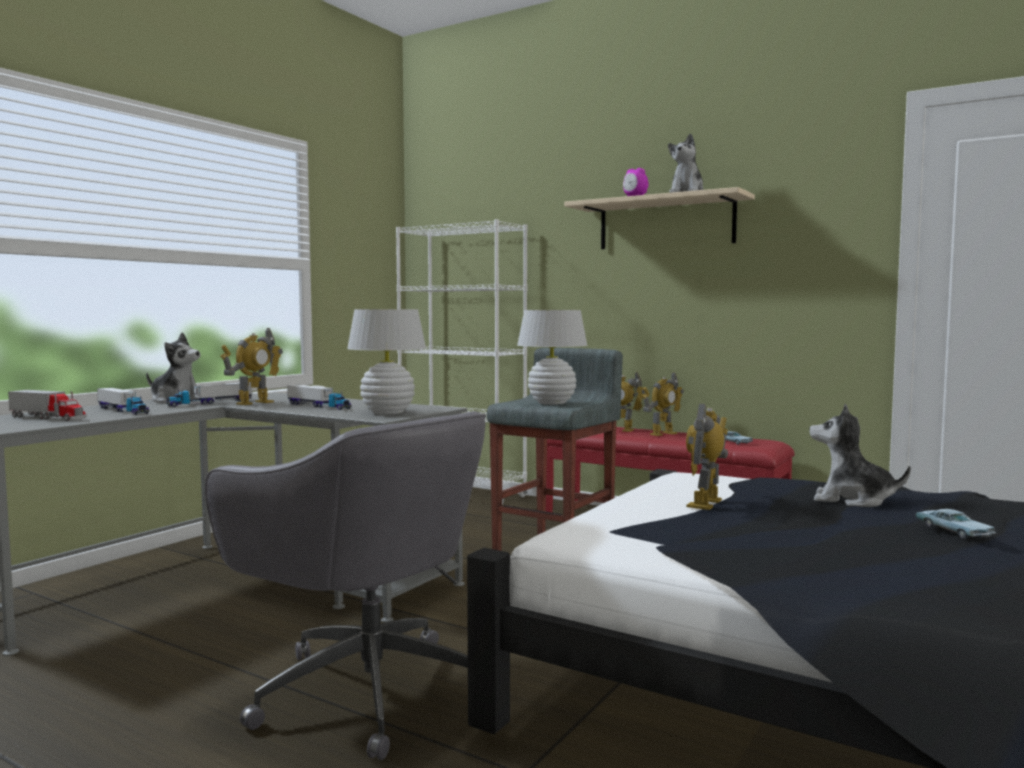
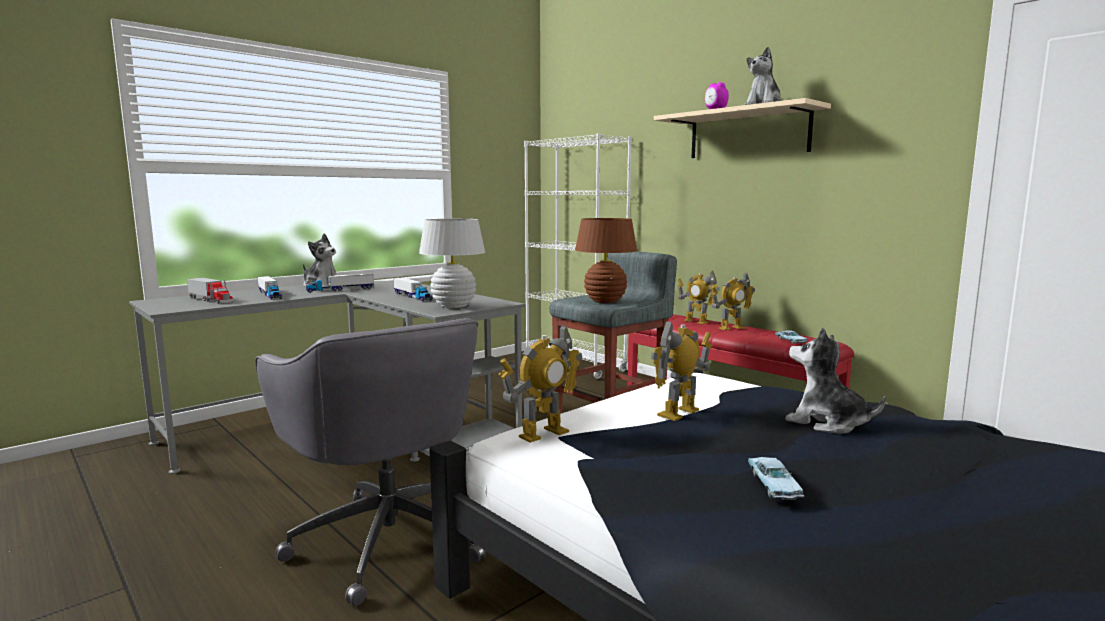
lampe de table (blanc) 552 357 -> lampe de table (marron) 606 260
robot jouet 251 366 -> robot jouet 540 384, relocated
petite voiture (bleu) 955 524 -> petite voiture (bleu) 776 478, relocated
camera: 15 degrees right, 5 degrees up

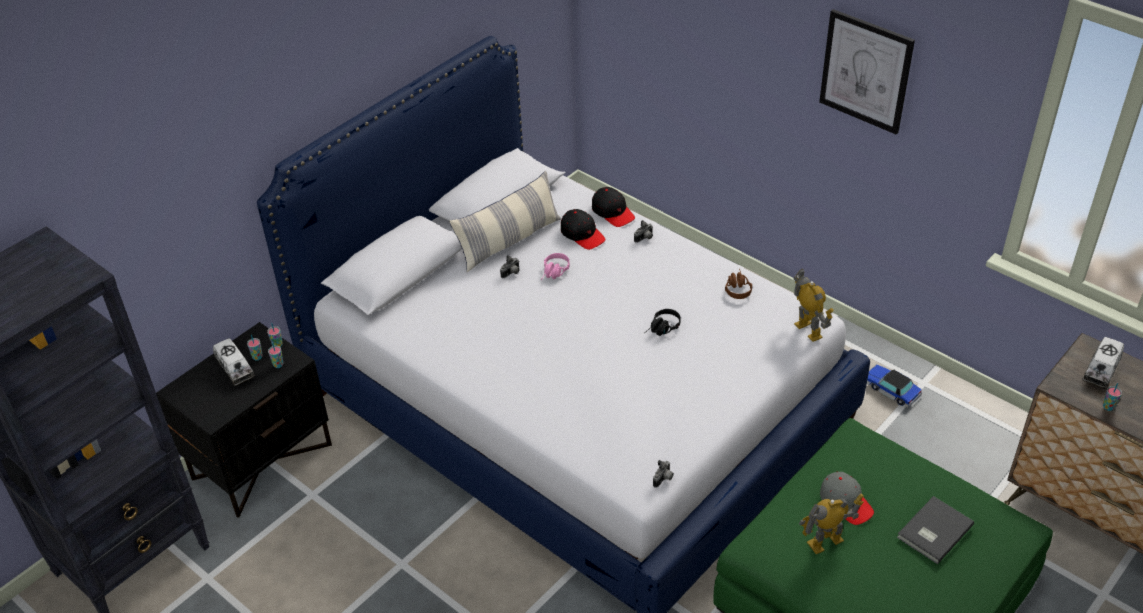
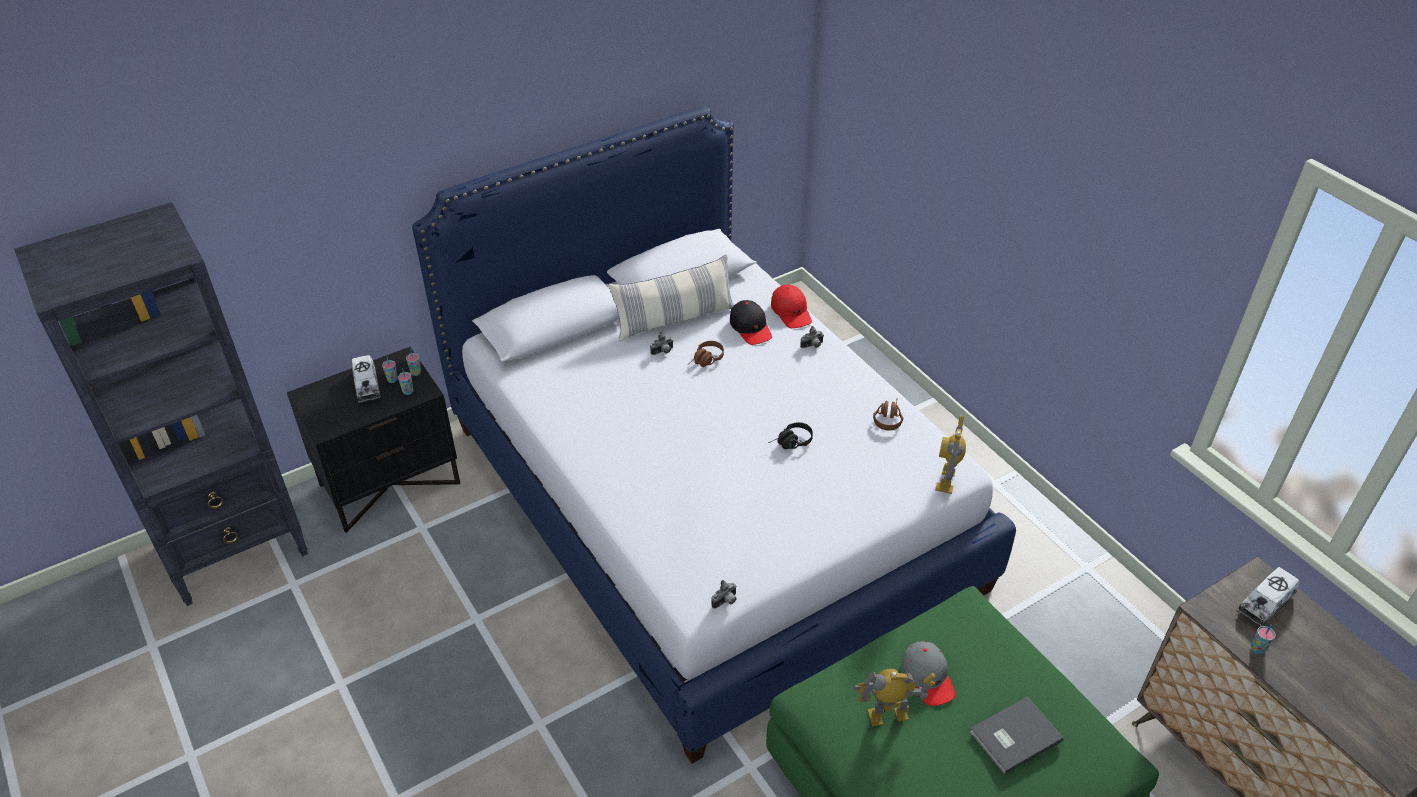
tableau 867 71 -> none
casquette (noir) 613 207 -> casquette (rouge) 791 307
casque audio (rose) 555 266 -> casque audio (marron) 705 354
robot jouet 814 305 -> robot jouet 950 454, 150 degrees counterclockwise
petite voiture 894 386 -> none
camera: 15 degrees right, 0 degrees up

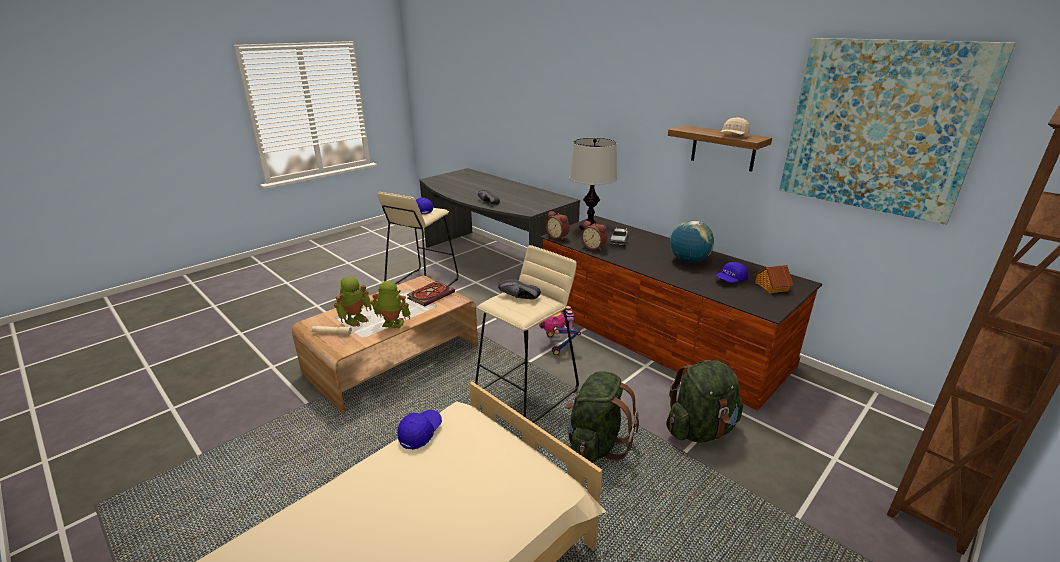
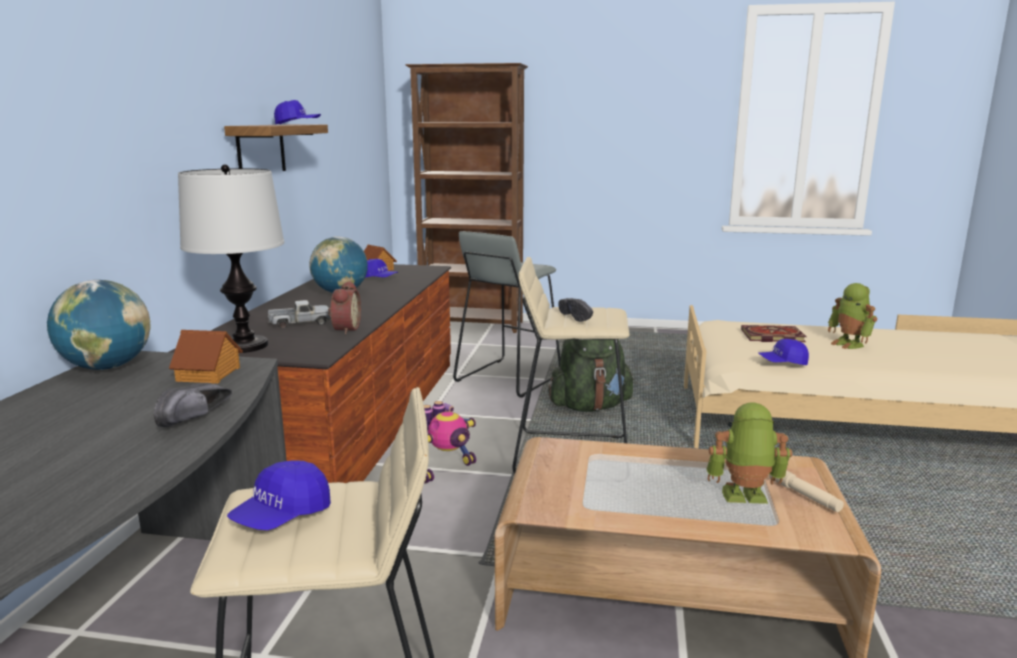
tableau 897 131 -> none
casquette (beige) 735 126 -> casquette (bleu) 297 112
réveil 558 225 -> none
robot jouet 391 304 -> robot jouet 852 316, relocated
livre 431 293 -> livre 773 333, relocated
sac à dos (vert) 704 401 -> tabouret (gris) 506 314
none -> globe 98 325
none -> maison miniature 206 357
camera: 125 degrees left, 10 degrees down

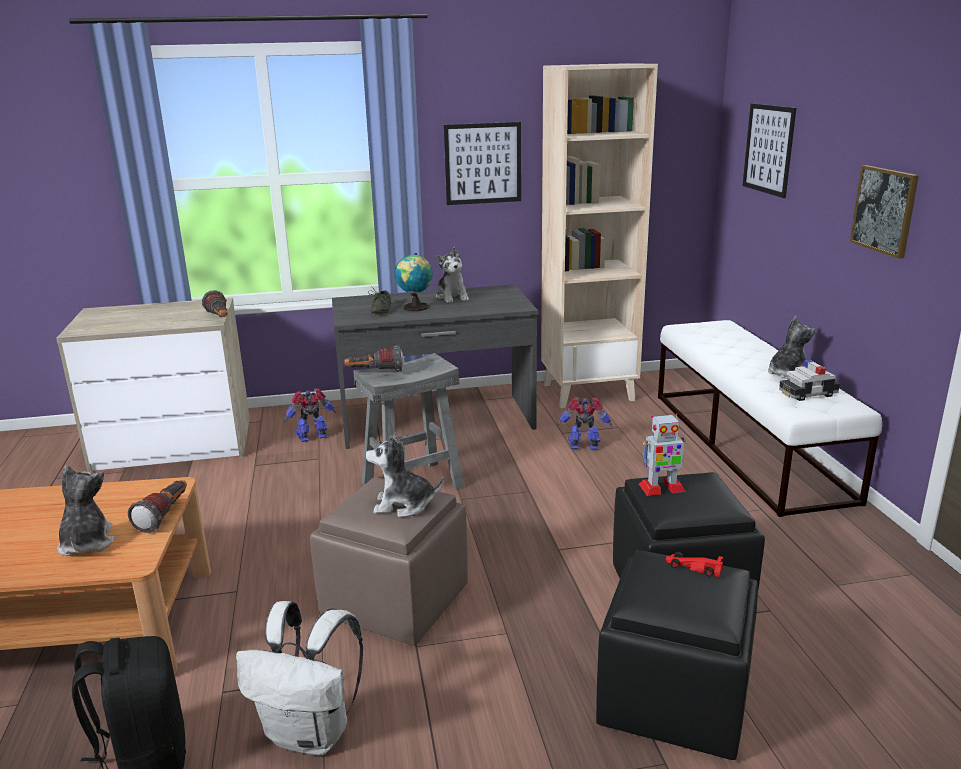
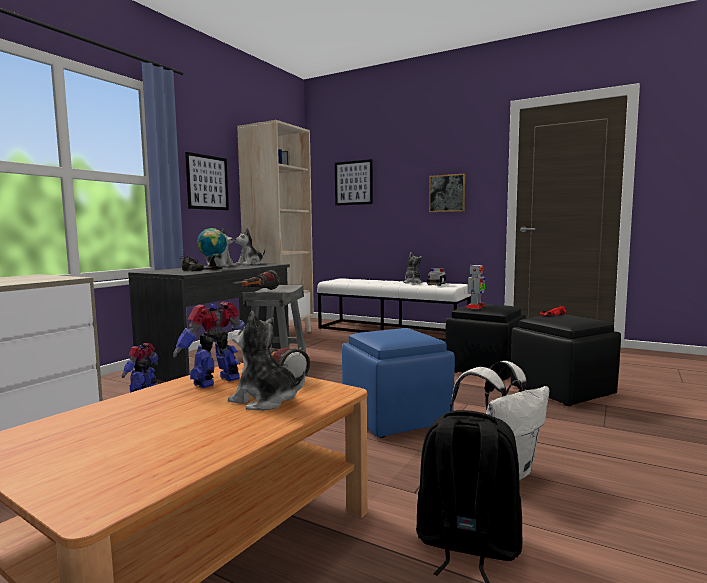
lampe de poche 215 303 -> none
robot jouet 584 423 -> robot jouet 209 345, relocated
peluche 405 475 -> peluche 250 246, relocated
pouf (marron) 389 561 -> pouf (bleu) 398 383
camera: 50 degrees left, 15 degrees down

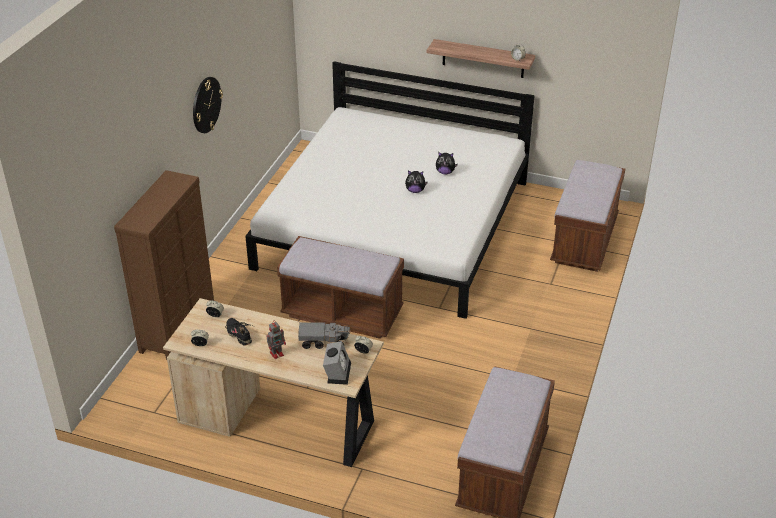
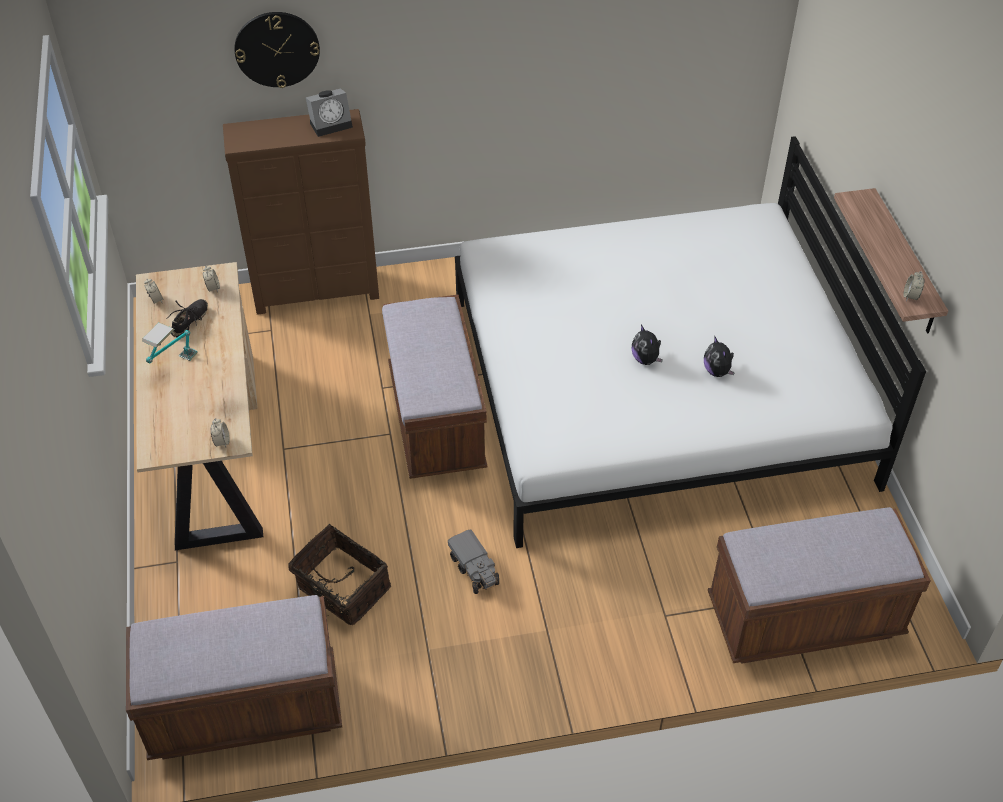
horloge murale 208 105 -> horloge murale 277 50, relocated
robot jouet 276 340 -> lampe de table 170 342
camion jouet 324 335 -> camion jouet 473 562, relocated
réveil 337 363 -> réveil 329 112, relocated
none -> panier 339 574
camera: 60 degrees right, 10 degrees up

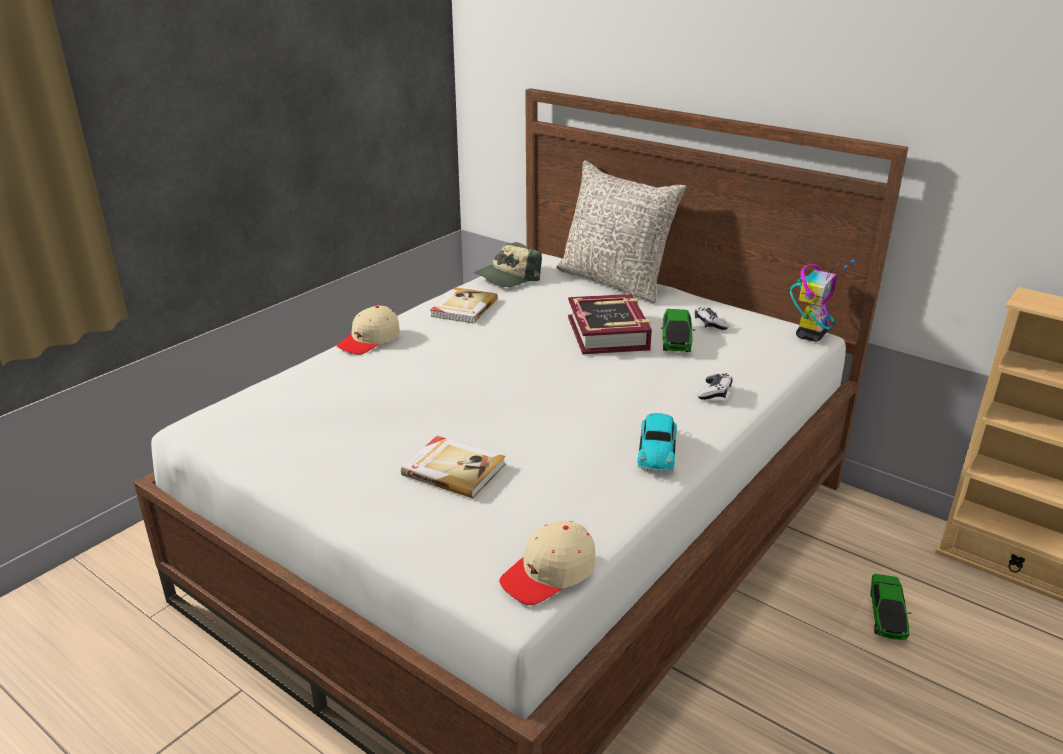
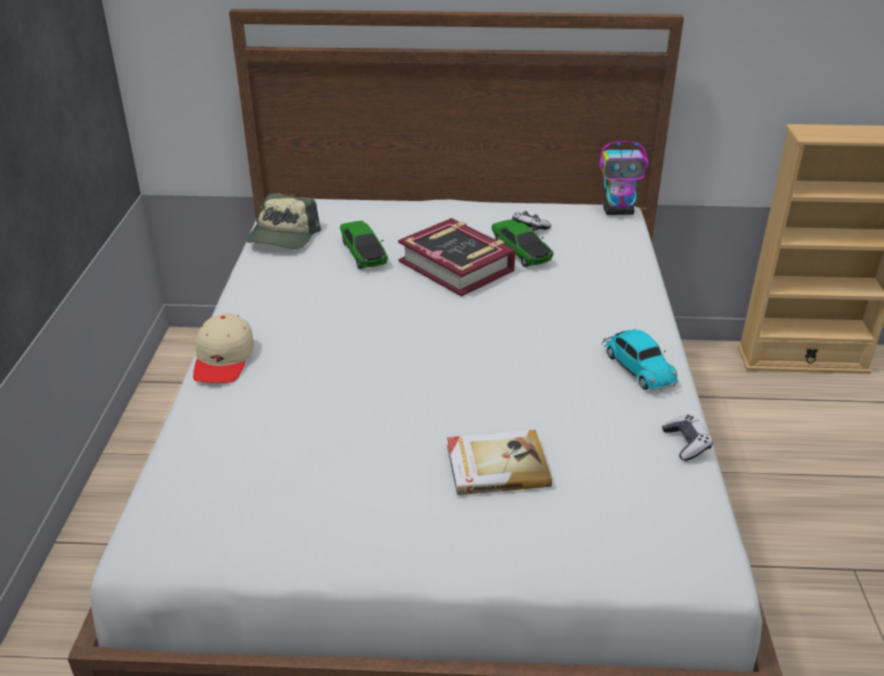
coussin (gris) 621 231 -> none
robot jouet 822 300 -> robot jouet 624 178, 90 degrees clockwise
livre 464 305 -> none
manette 715 386 -> manette 687 438, relocated
casquette (beige) 547 562 -> none
petite voiture 891 607 -> petite voiture 364 245, relocated
camera: 35 degrees left, 5 degrees up

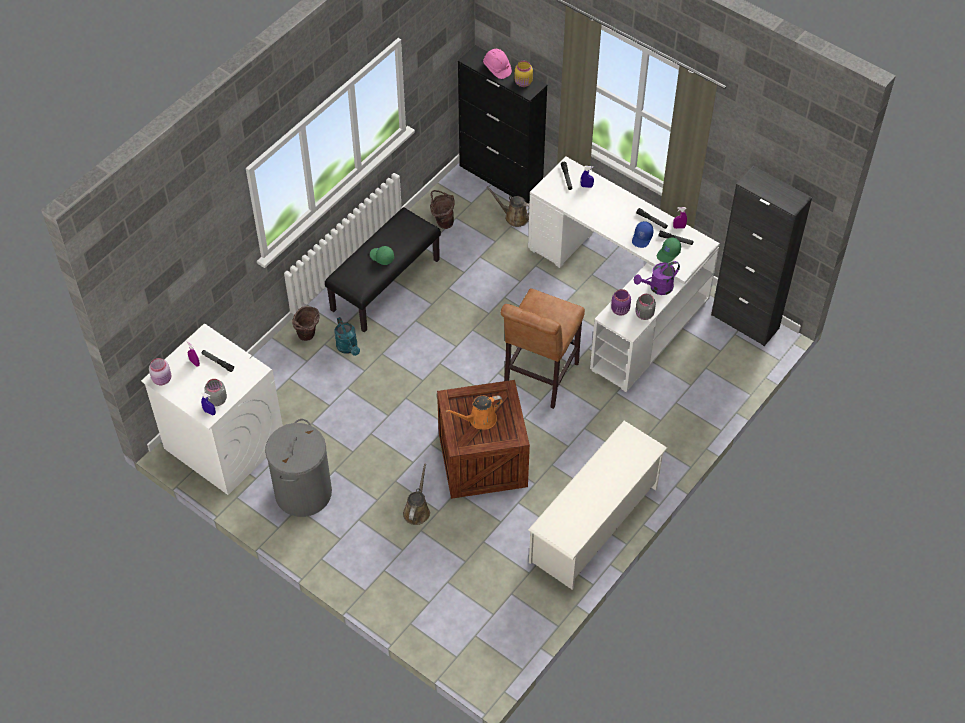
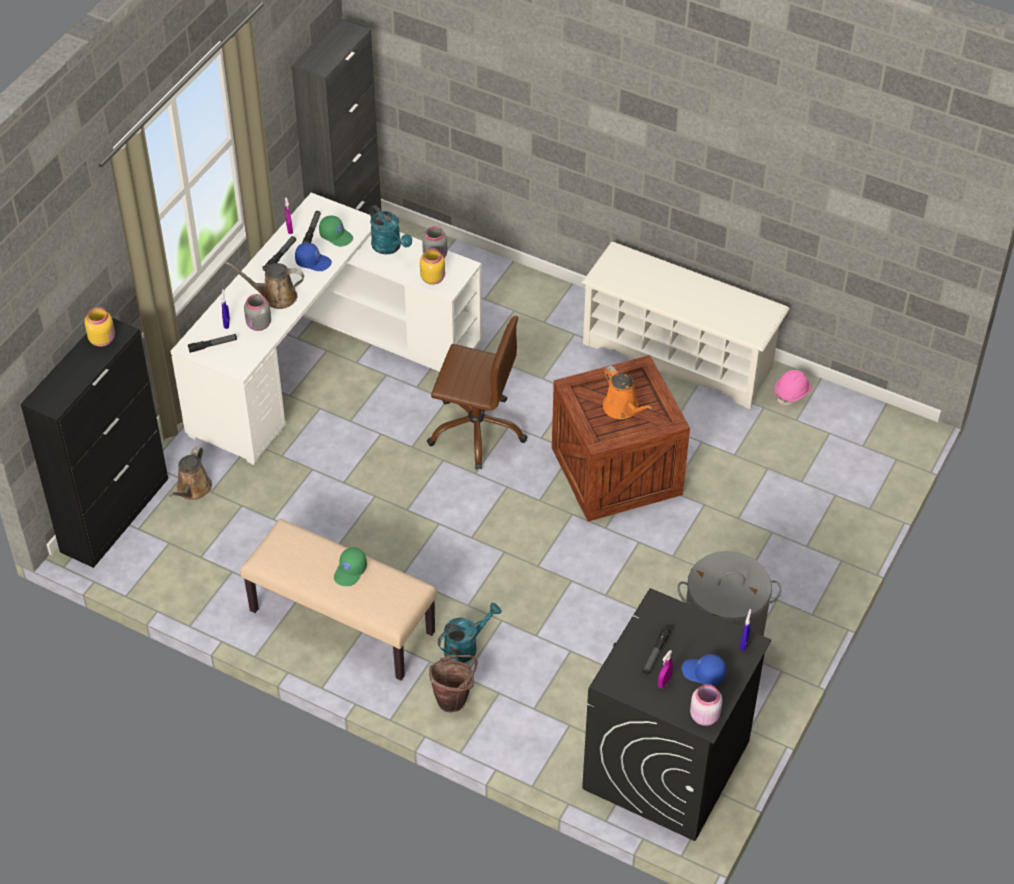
casque de chantier (rose) 497 64 -> casque de chantier (rose) 793 388, relocated
seau (marron) 442 209 -> none
banc (noir) 383 270 -> banc (beige) 338 599
arrosoir (violet) 657 278 -> arrosoir (turquoise) 391 230
tabouret (marron) 543 348 -> chaise de bureau (marron) 477 392
bocal (violet) 621 302 -> bocal (jaune) 432 267
lave-linge (blanc) 212 409 -> lave-linge (noir) 676 714
bocal (gris) 215 392 -> bocal (gris) 257 312, relocated
arrosoir (marron) 416 494 -> arrosoir (marron) 264 285, relocated
none -> casquette (bleu) 704 670
camera: 100 degrees left, 5 degrees down

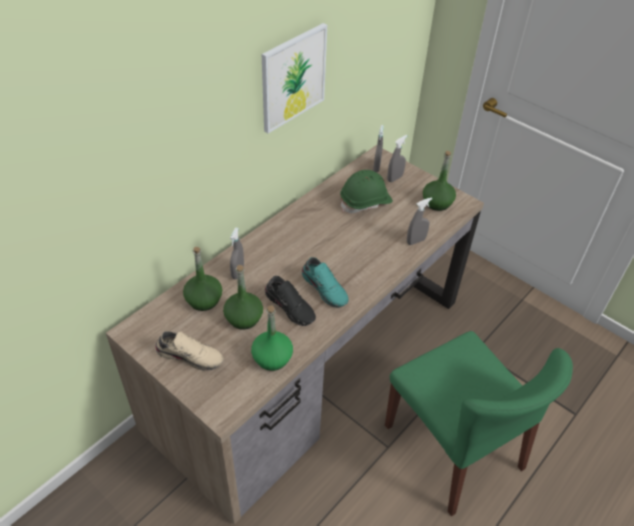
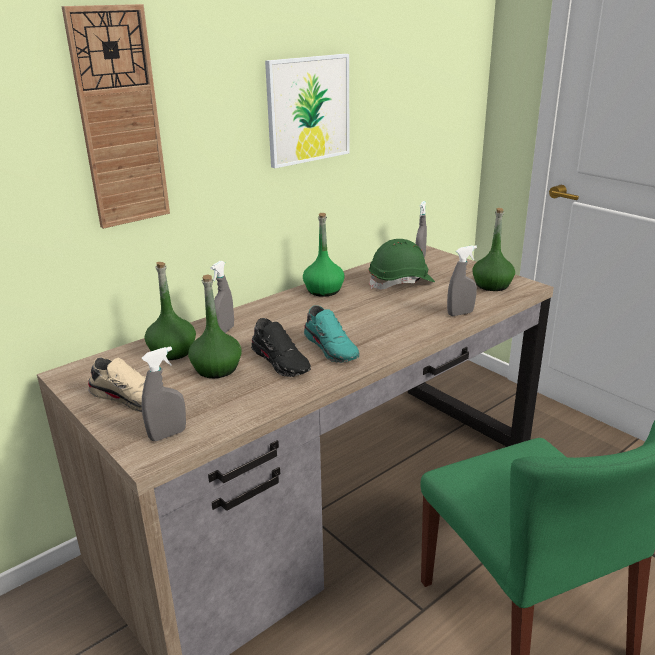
vaporisateur (gris) 397 158 -> vaporisateur (gris) 164 393, relocated
bouteille (vert) 272 338 -> bouteille (vert) 324 255, relocated
none -> horloge murale 116 116
camera: 10 degrees right, 20 degrees down

